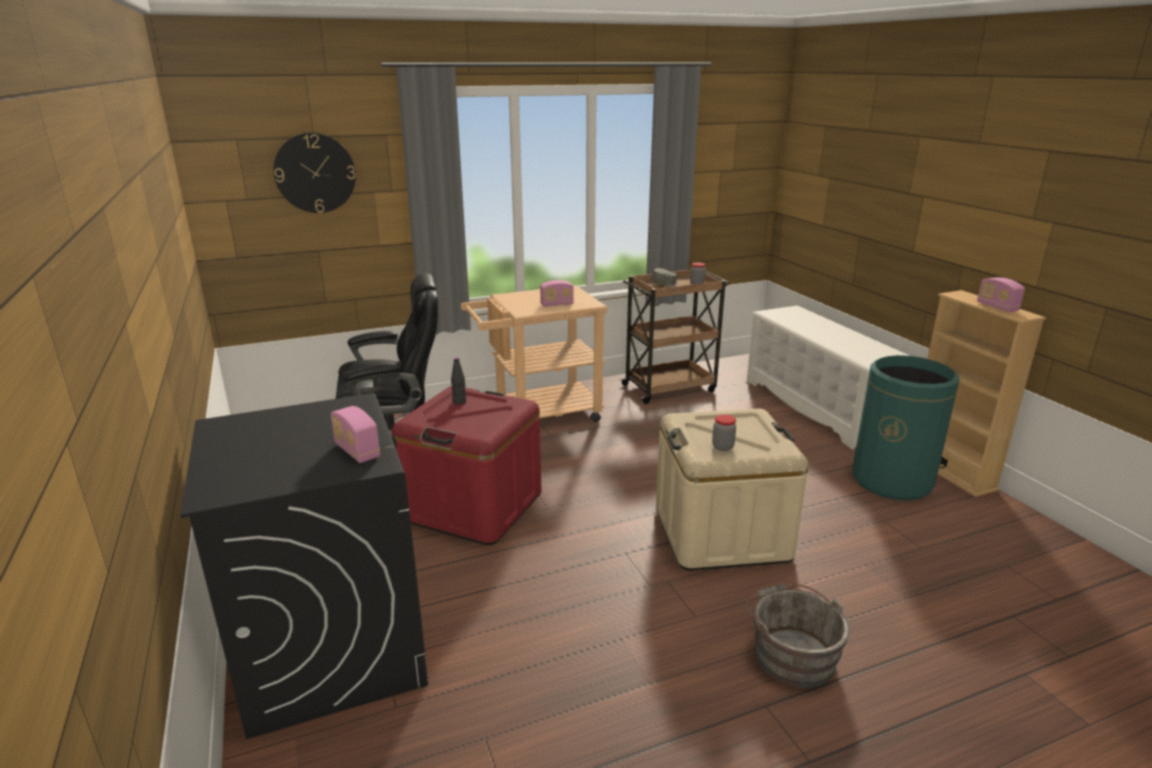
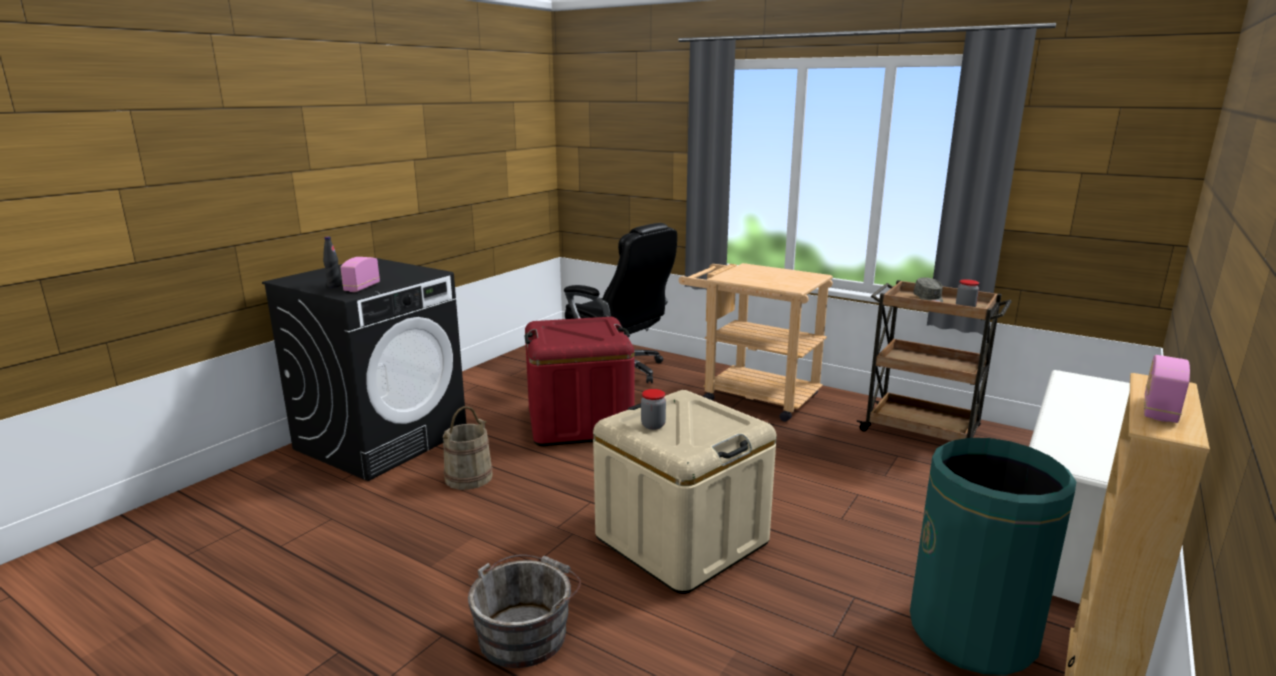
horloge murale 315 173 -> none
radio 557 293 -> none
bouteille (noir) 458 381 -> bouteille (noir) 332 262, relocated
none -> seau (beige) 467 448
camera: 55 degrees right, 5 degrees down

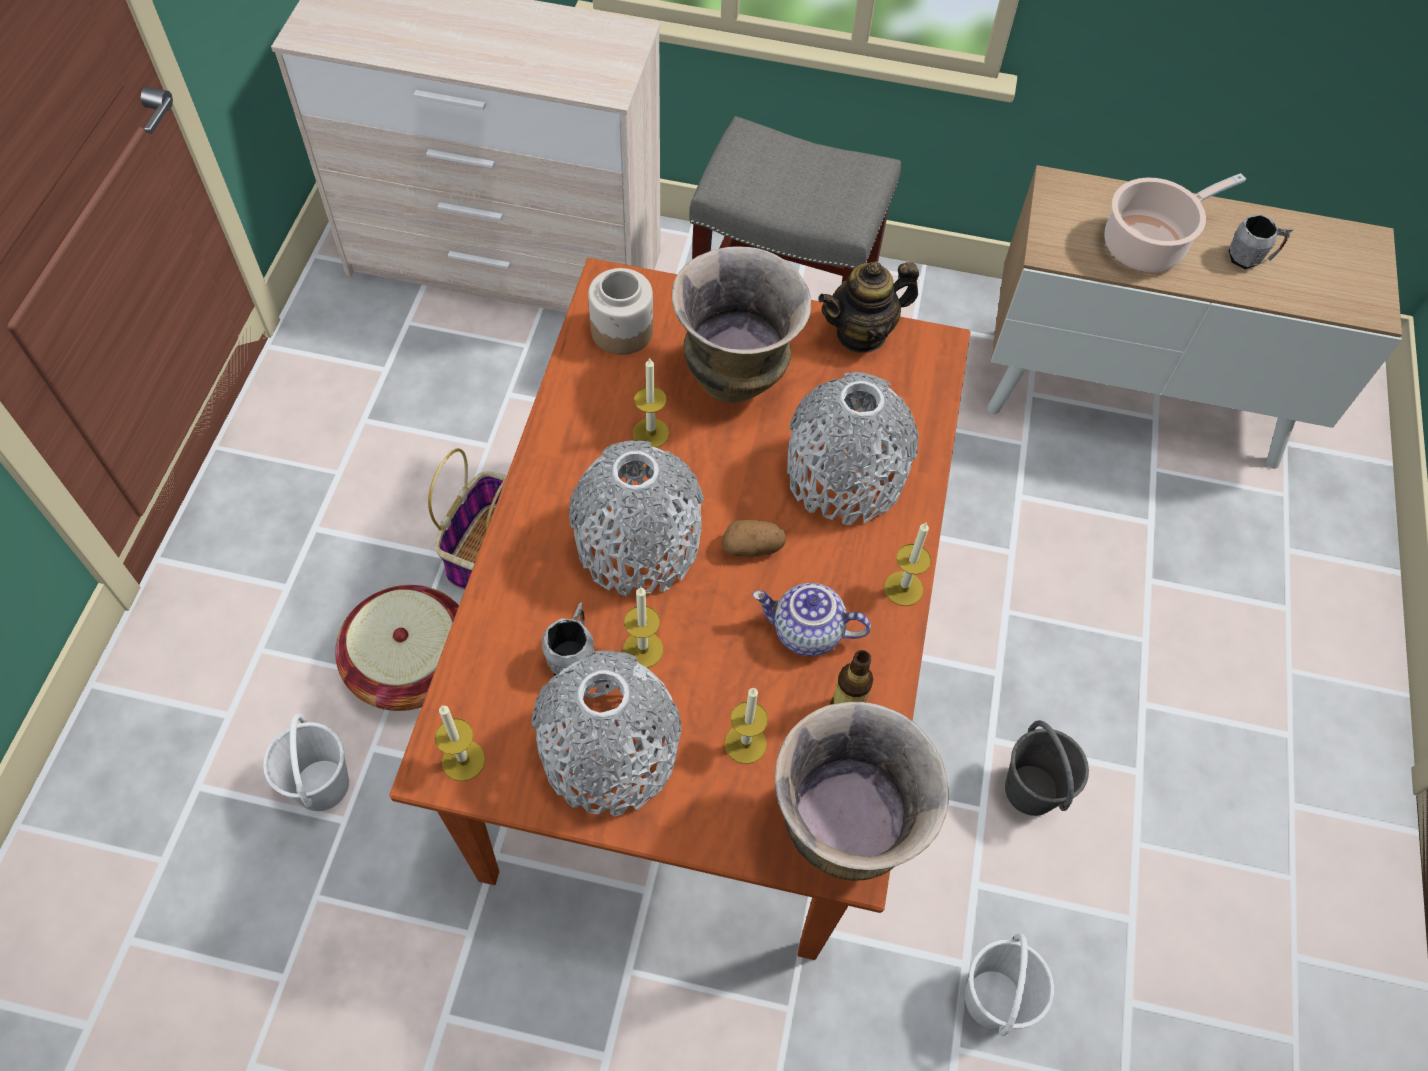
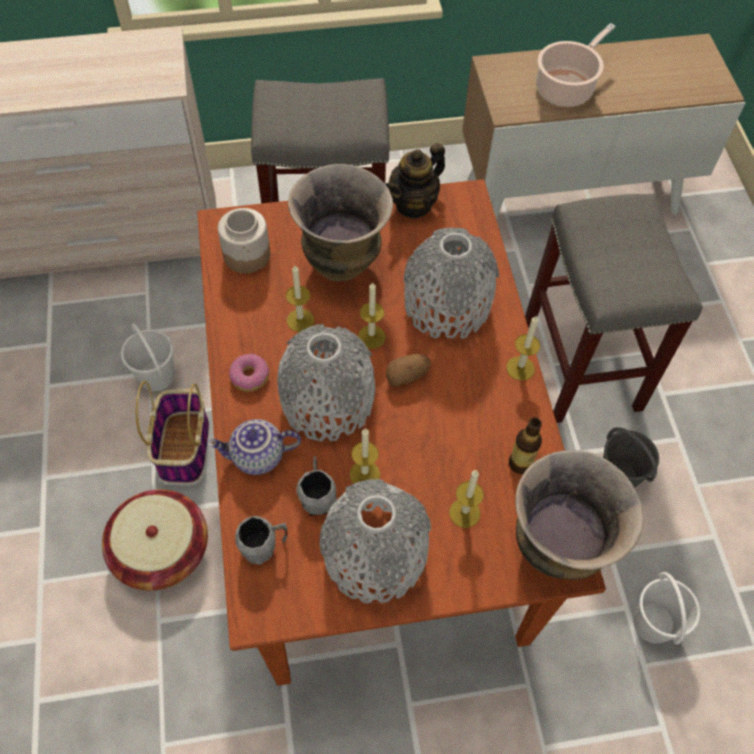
mug (gris) 1261 242 -> mug (gris) 261 540, relocated
théière 812 619 -> théière 254 447, relocated
bougie 460 743 -> bougie 372 315, relocated
seau (blanc) 306 762 -> seau (blanc) 147 357, relocated
none -> tabouret (gris) 614 308
none -> beignet 249 373
camera: 20 degrees left, 0 degrees up

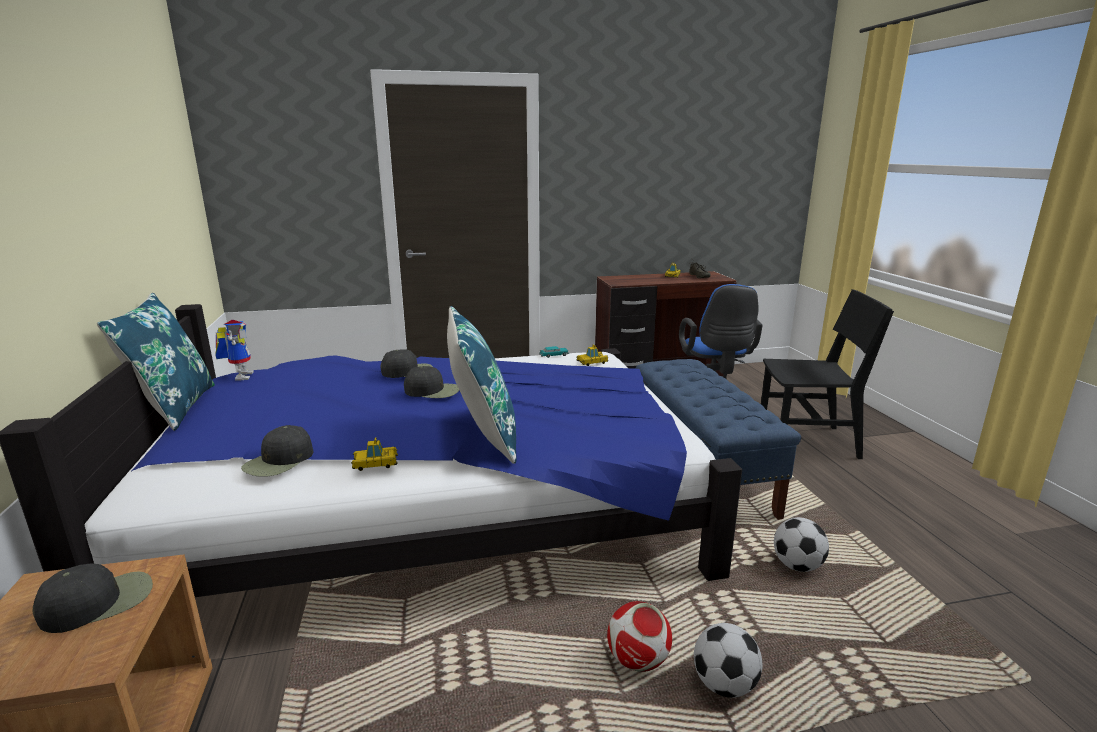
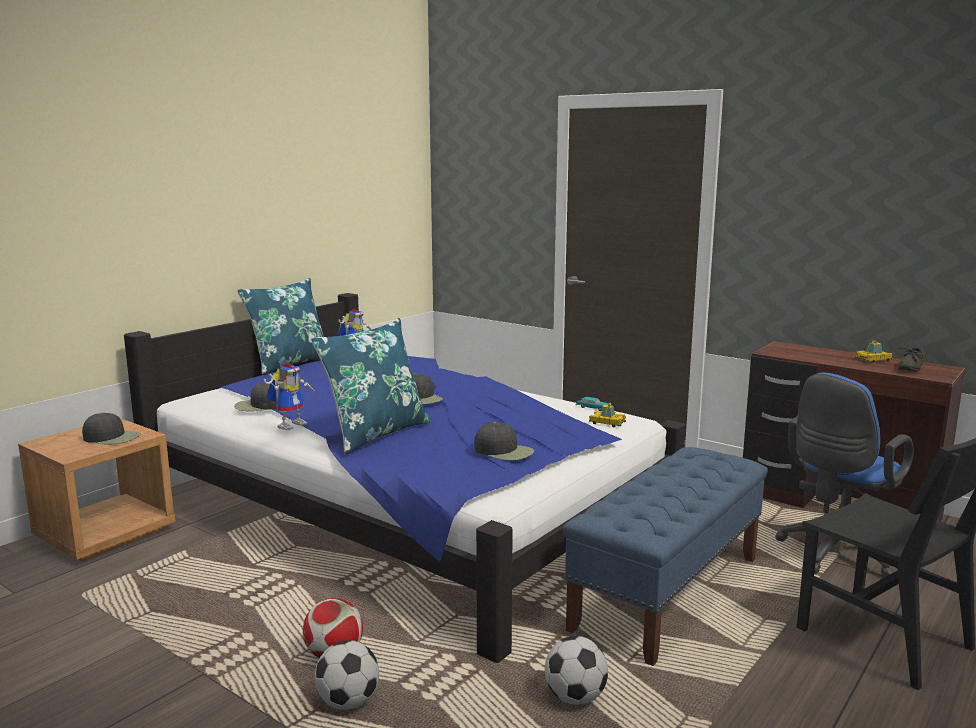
casquette (noir) 407 363 -> casquette (noir) 504 441, relocated
petite voiture 374 454 -> robot jouet 291 397
camera: 50 degrees right, 5 degrees down

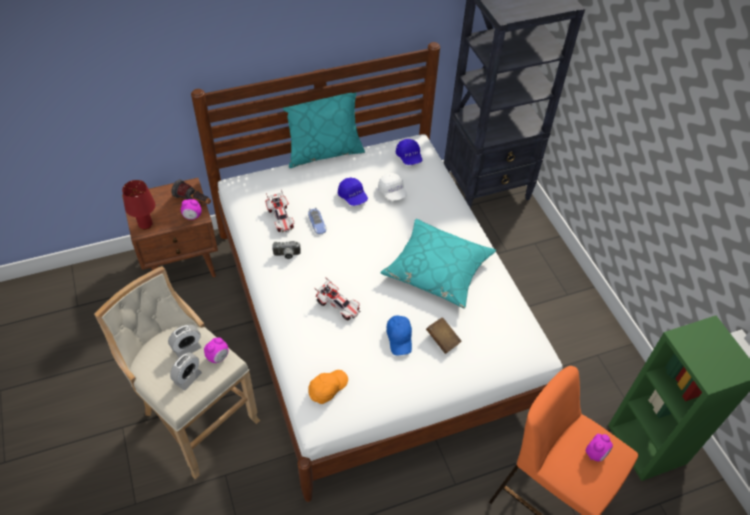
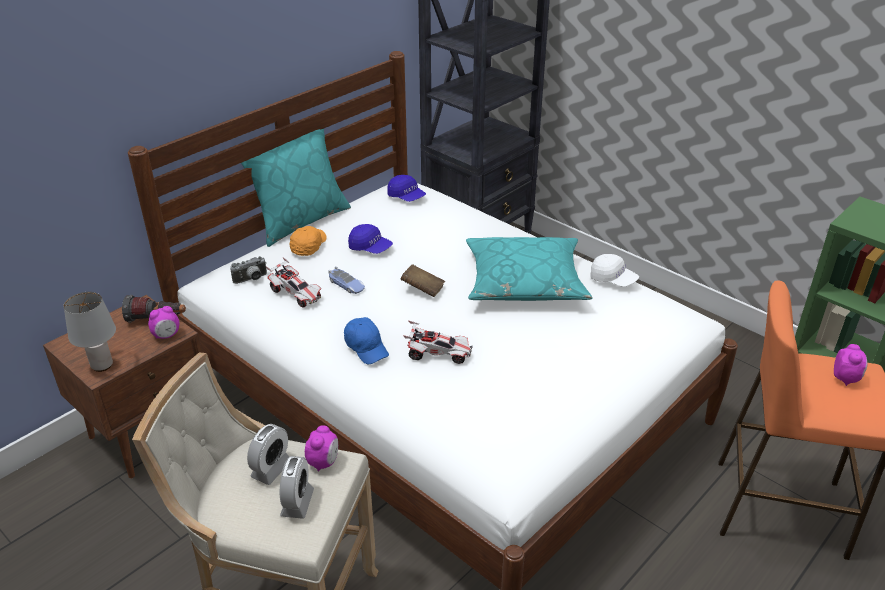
casquette (blanc) 392 187 -> casquette (blanc) 614 270, relocated
lampe de table (rouge) 138 204 -> lampe de table (gris) 89 332
appareil photo 286 250 -> appareil photo 248 270, relocated
casquette (bleu) 399 335 -> casquette (bleu) 366 340, relocated
livre (marron) 444 335 -> livre (marron) 422 280, relocated
casquette (orange) 328 387 -> casquette (orange) 308 241, relocated
camera: 25 degrees left, 15 degrees down

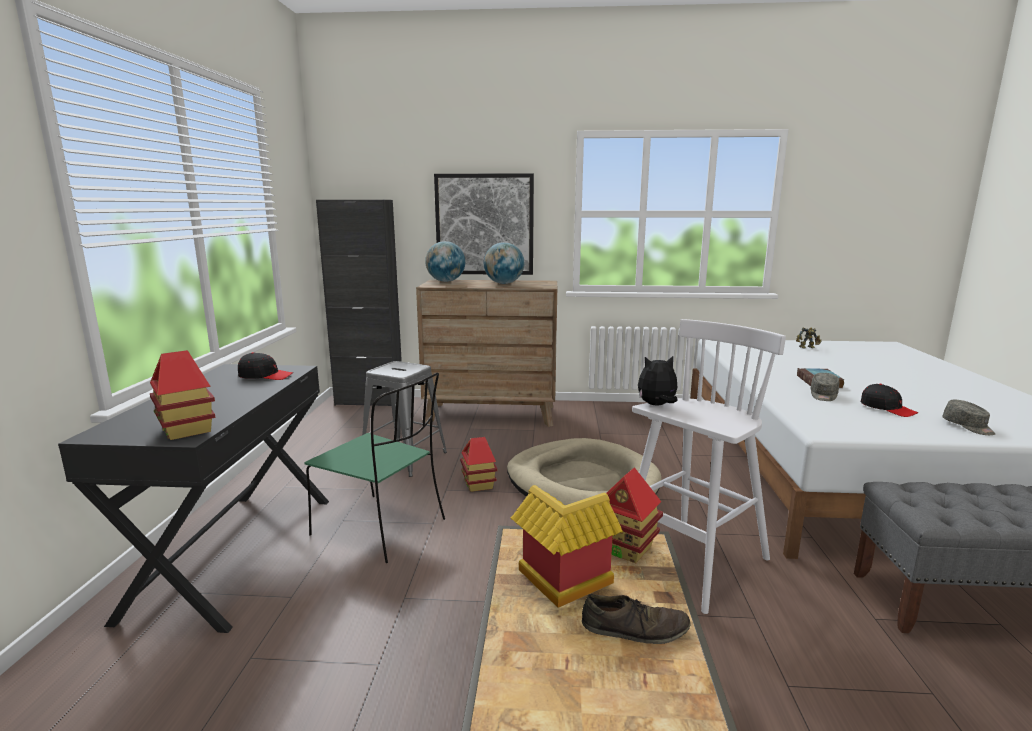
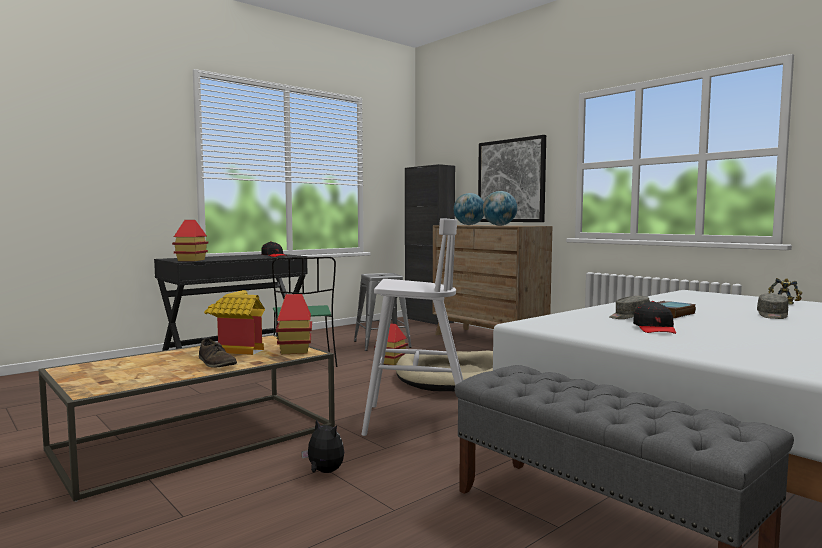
peluche 658 380 -> peluche 322 446, relocated
casquette (gris) 968 417 -> casquette (gris) 772 306, relocated
camera: 45 degrees right, 10 degrees down

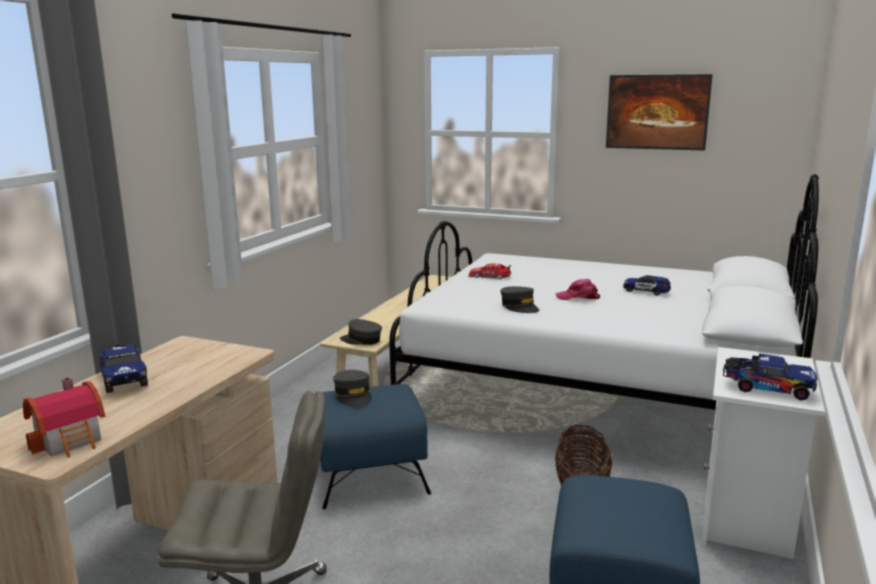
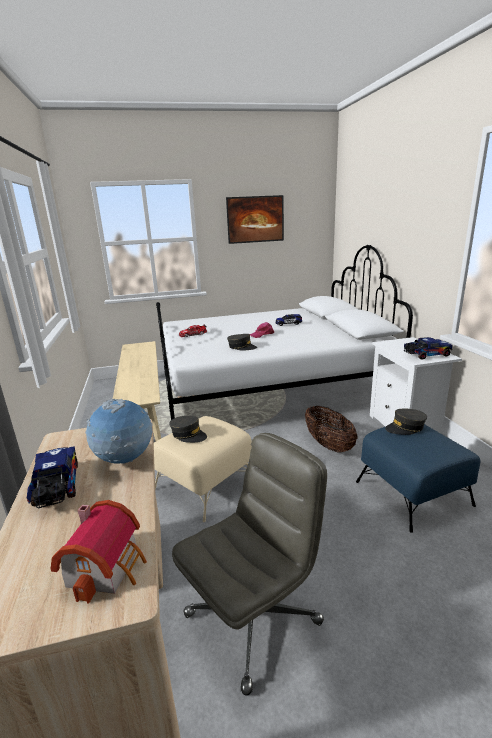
casquette (gris) 361 332 -> casquette (gris) 406 422, relocated
camion jouet 123 368 -> camion jouet 52 477, 135 degrees counterclockwise
pouf (bleu) 375 446 -> pouf (beige) 203 469
none -> globe 118 431
camera: 35 degrees left, 5 degrees up

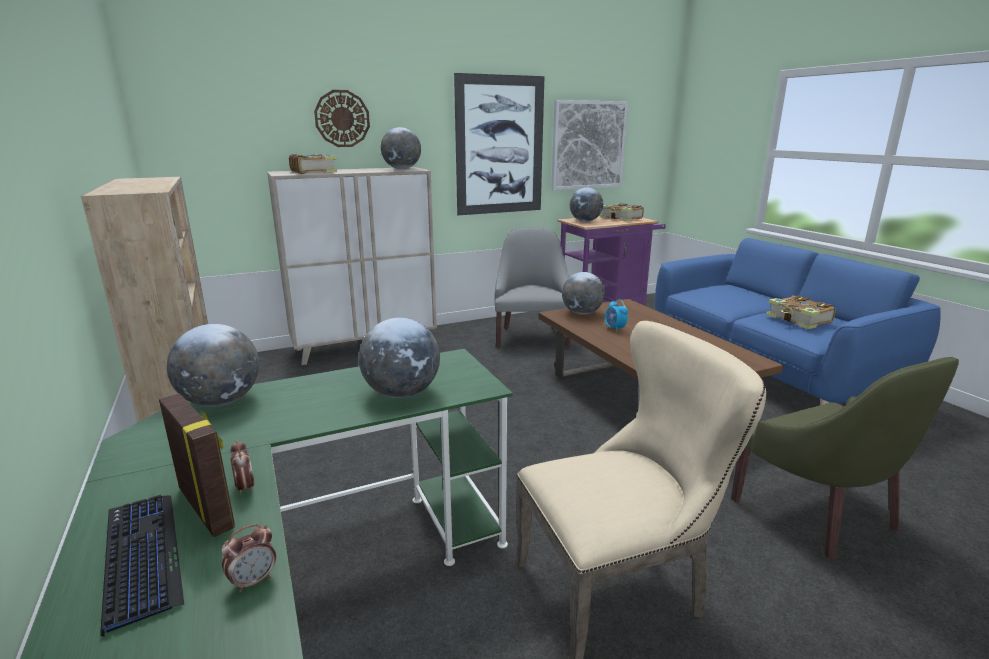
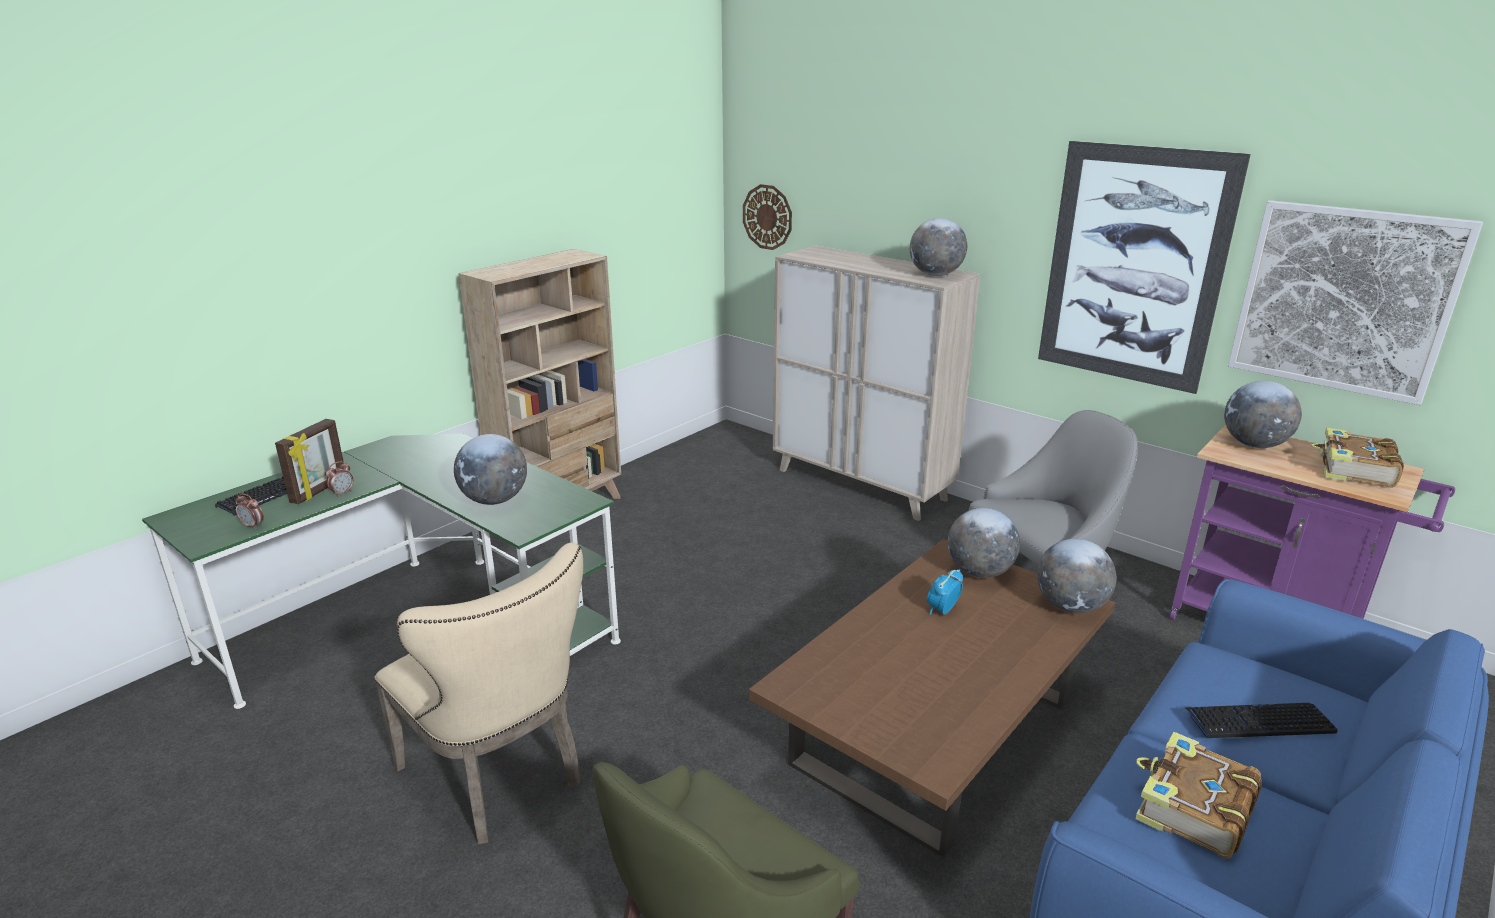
horloge murale 342 118 -> horloge murale 767 217, relocated
livre 313 164 -> none
globe 213 365 -> globe 1076 576, relocated
none -> clavier 1262 720
camera: 65 degrees right, 5 degrees up

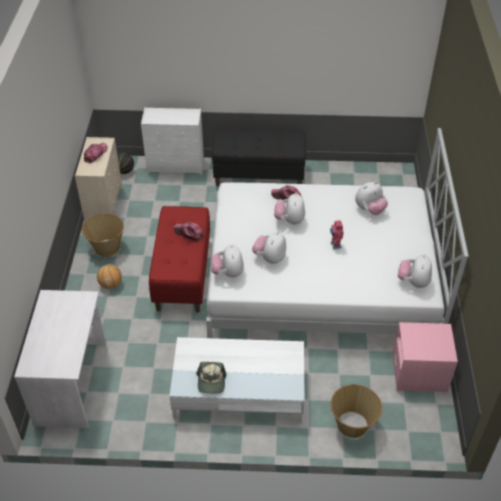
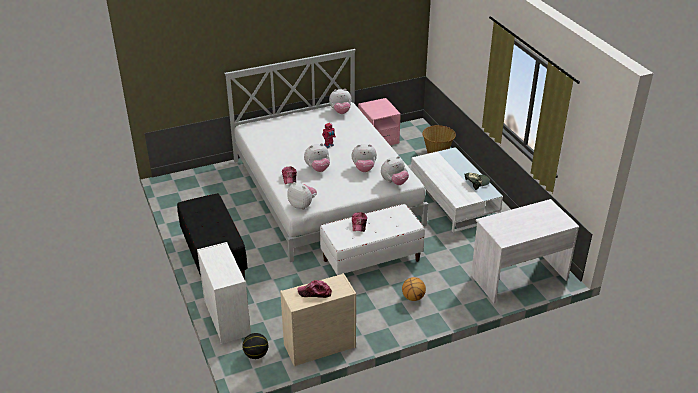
peluche 371 198 -> peluche 302 196, relocated
banc (rouge) 179 259 -> banc (blanc) 372 240
panier 103 235 -> none
camera: 115 degrees left, 10 degrees down

